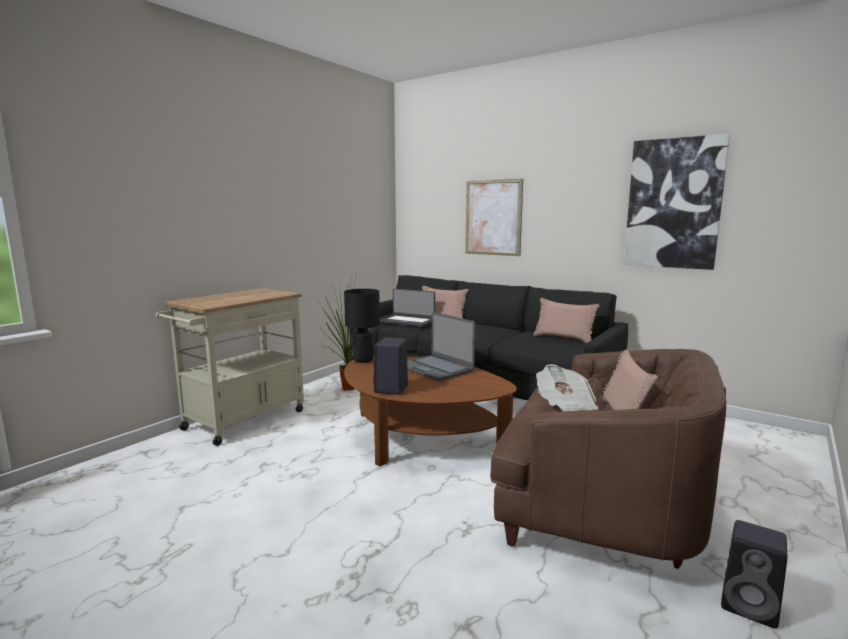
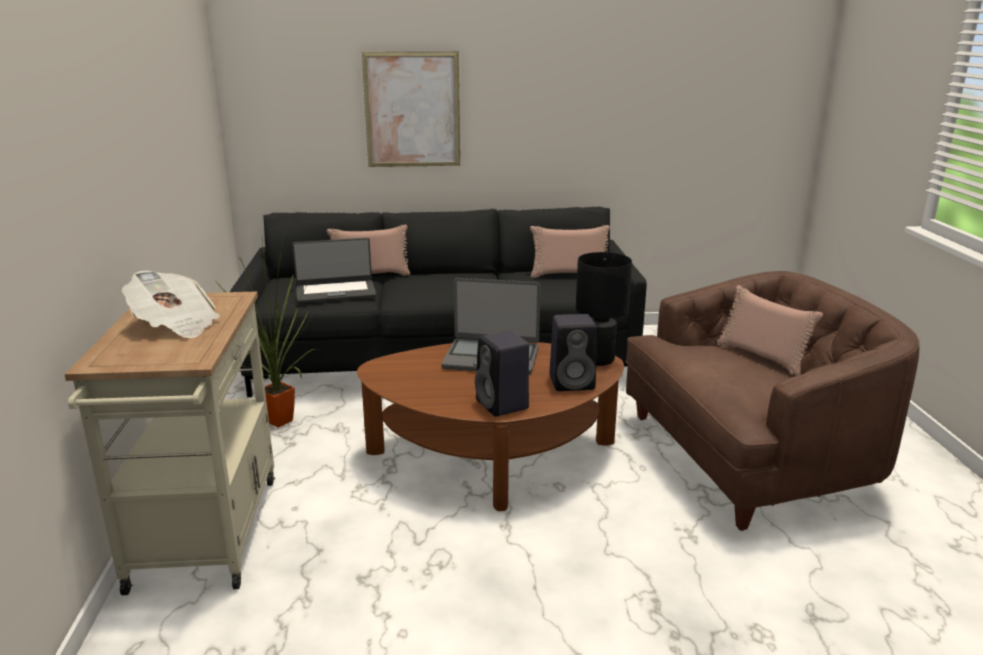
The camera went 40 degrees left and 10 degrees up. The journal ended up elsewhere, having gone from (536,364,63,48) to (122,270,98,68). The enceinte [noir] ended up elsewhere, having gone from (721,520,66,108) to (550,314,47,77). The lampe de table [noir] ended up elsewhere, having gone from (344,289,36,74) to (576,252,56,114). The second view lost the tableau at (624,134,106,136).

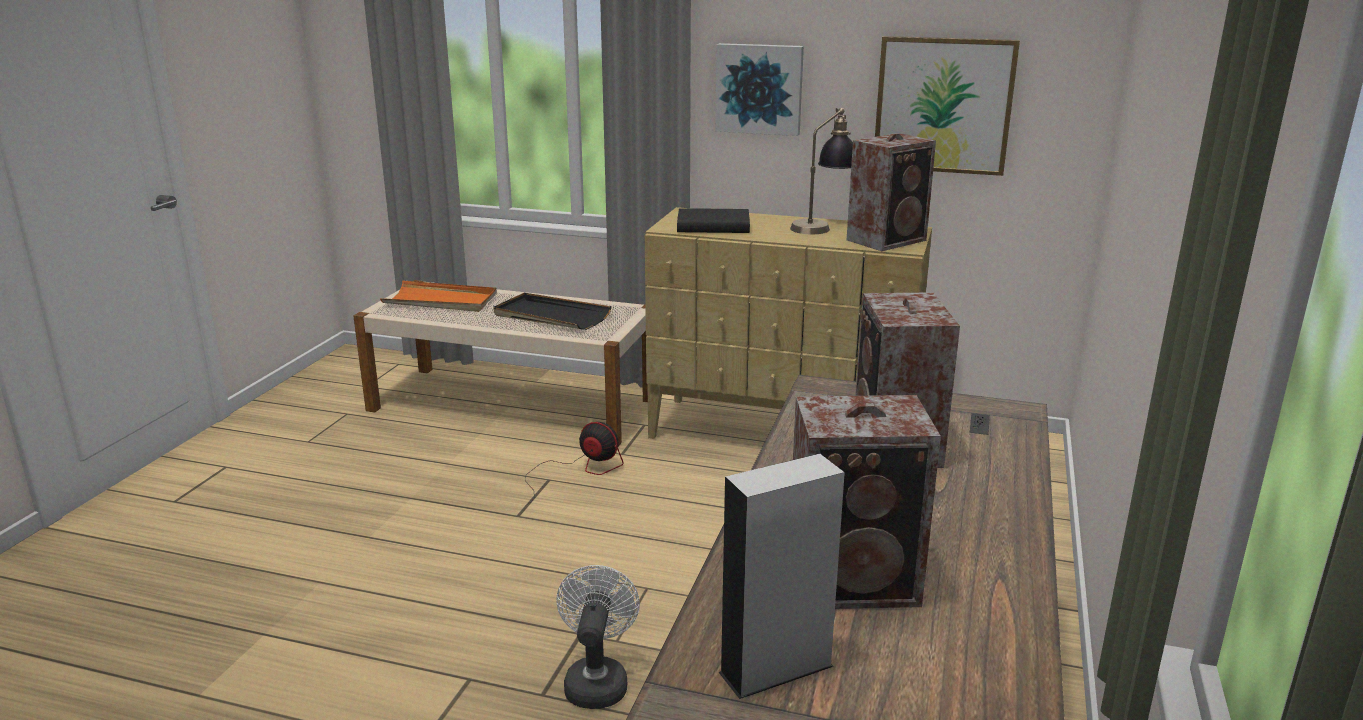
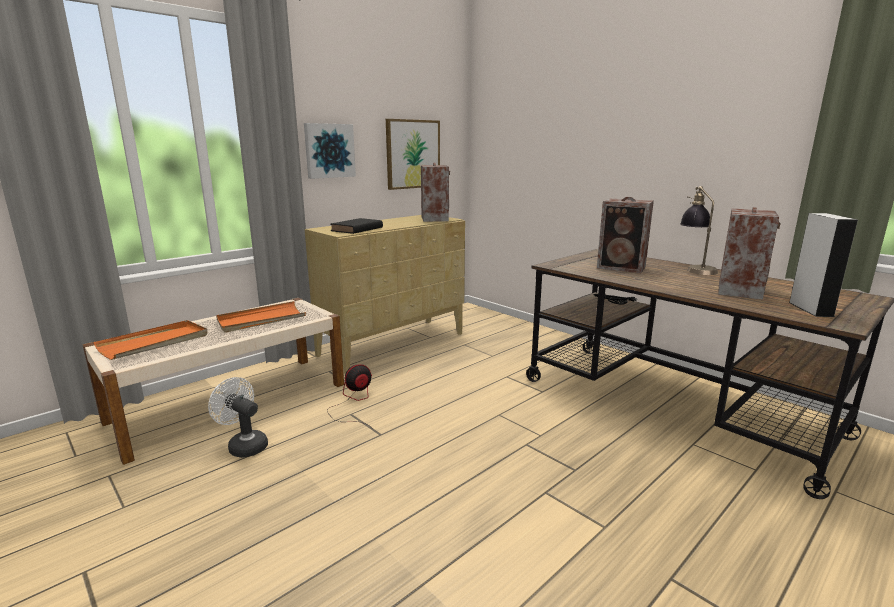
The camera went 60 degrees left and 5 degrees down. The ventilateur [blanc] ended up elsewhere, having gone from (556,565,84,144) to (208,377,60,81). What was the plateau [noir] at (493,293,119,37) turned into the plateau [orange] at (216,301,90,32). The lampe de table ended up elsewhere, having gone from (790,108,63,126) to (680,186,38,89).

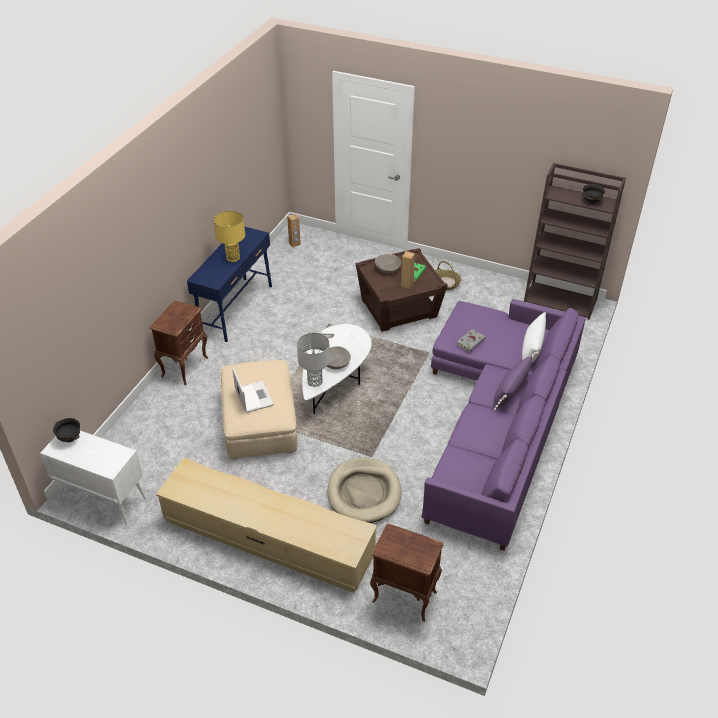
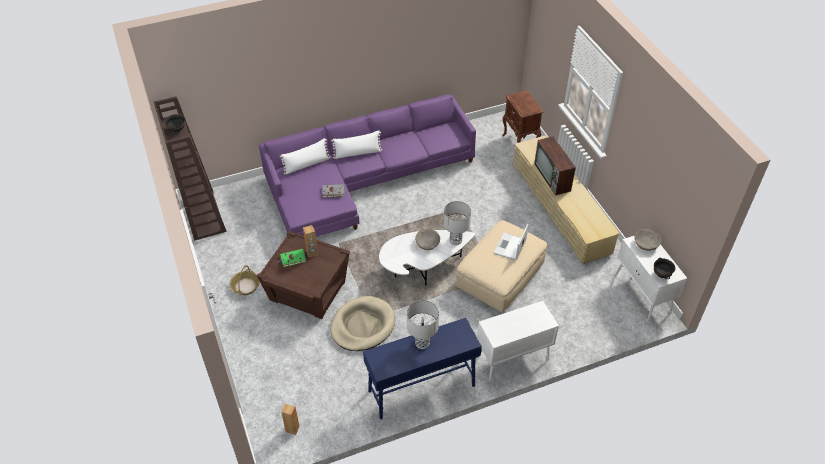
The camera went 135 degrees left and 5 degrees up. The panier pour chien [beige] ended up elsewhere, having gone from (328,458,74,65) to (330,296,65,55). What was the coussin [violet] at (493,356,40,55) turned into the coussin [blanc] at (331,130,51,29). What was the lampe de table [jaune] at (214,211,31,51) turned into the lampe de table [blanc] at (407,300,32,49). Where the table de chevet [marron] stood at (150,300,58,85), the meuble de rangement [blanc] came to stand at (477,301,82,80). The second view gained the téléviseur at (534,136,42,60). The bol [beige] ended up elsewhere, having gone from (375,254,26,20) to (634,229,27,22).

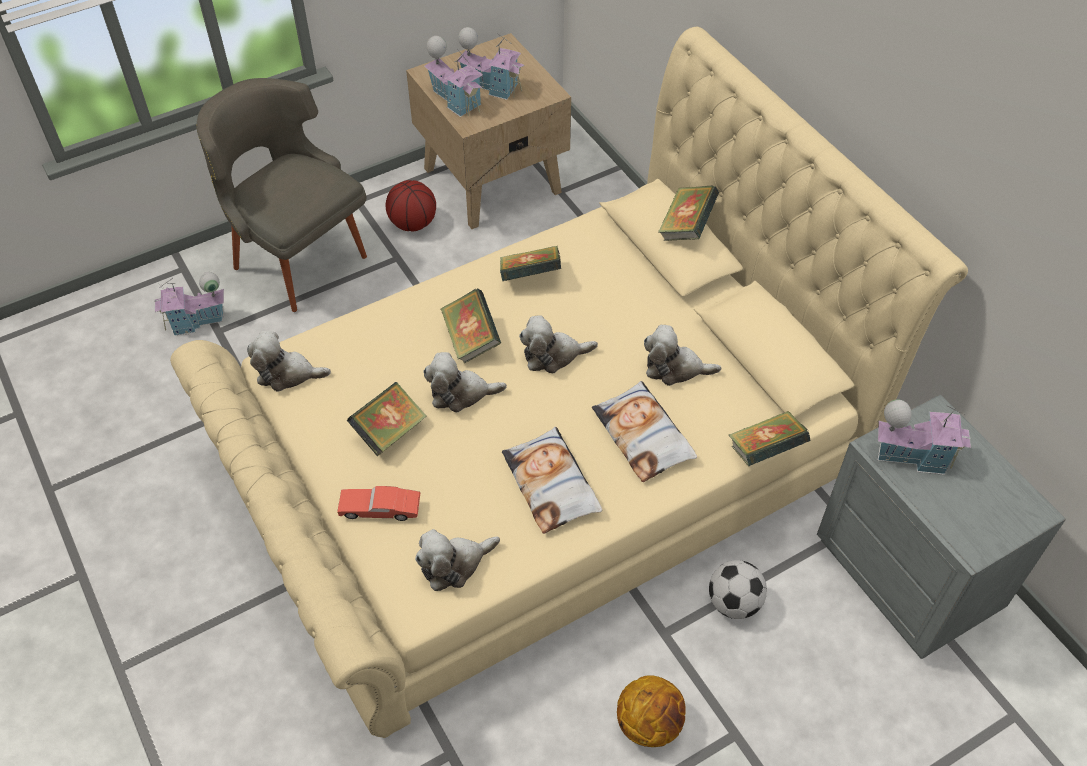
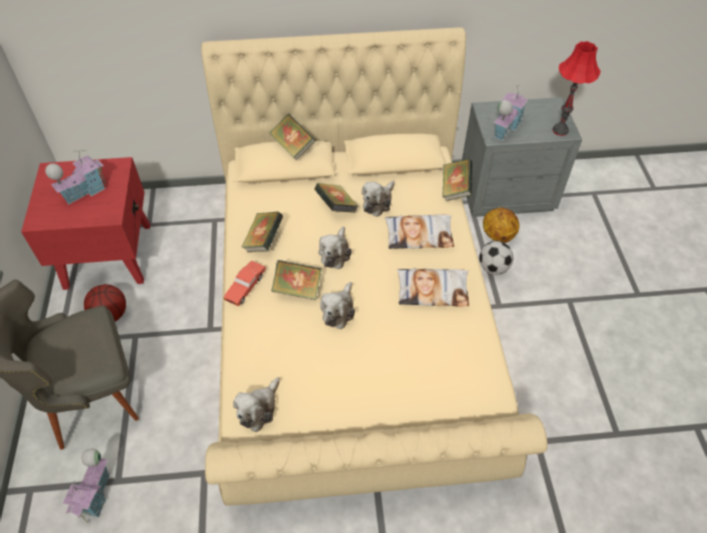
The camera went 65 degrees left and 0 degrees up. What was the table de chevet [beige] at (406,33,165,196) turned into the table de chevet [rouge] at (21,157,130,133). The petite voiture [rouge] ended up elsewhere, having gone from (337,486,83,35) to (223,261,43,45). The livre ended up elsewhere, having gone from (347,382,80,75) to (314,183,44,30). The ballon de basket ended up elsewhere, having gone from (617,675,69,72) to (483,207,36,36). The second view gained the lampe de table [rouge] at (552,41,49,95). The second view lost the peluche at (415,529,85,62). The second view lost the maison miniature at (425,36,58,81).

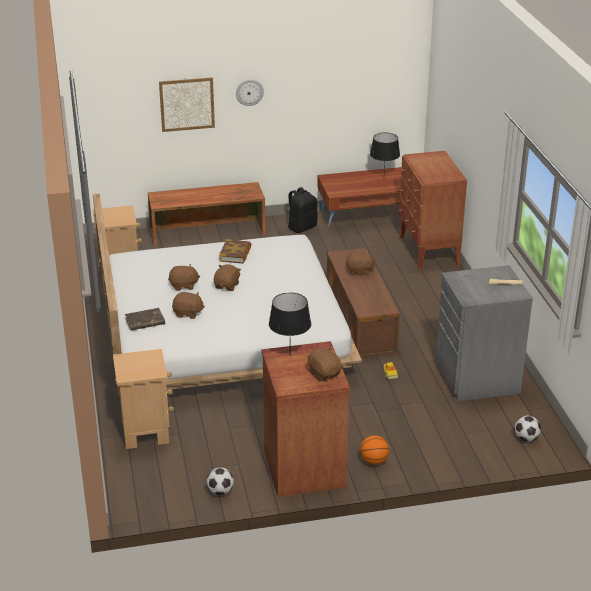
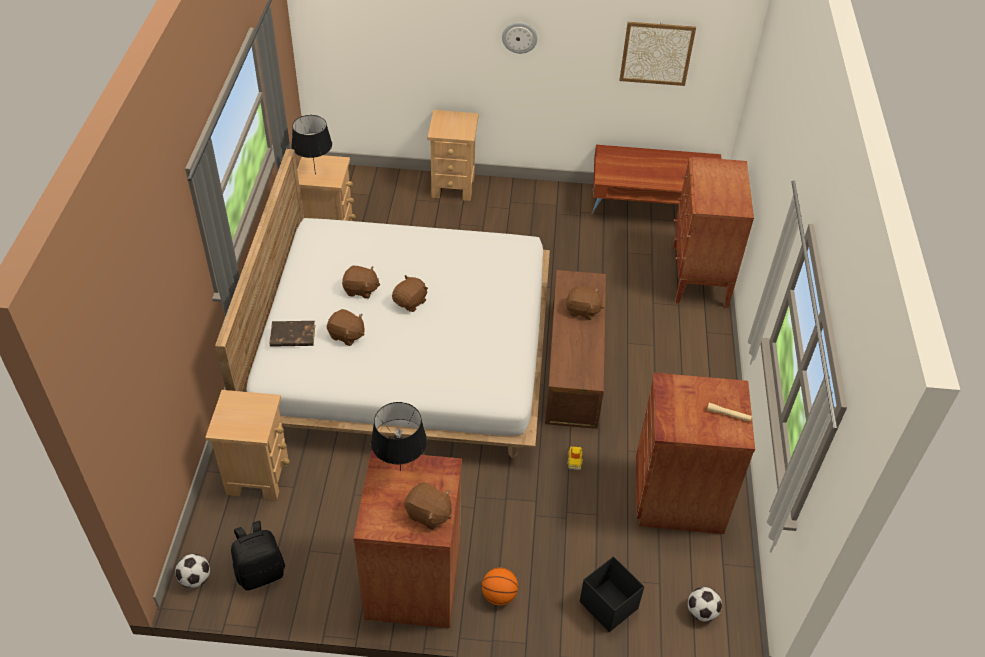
The camera went 15 degrees right and 15 degrees up. The ballon de foot ended up elsewhere, having gone from (206,468,28,27) to (175,554,35,34). The sac à dos [noir] ended up elsewhere, having gone from (286,187,31,46) to (231,521,54,70). The lampe de table [noir] ended up elsewhere, having gone from (370,132,30,39) to (291,115,41,59). The peluche [marron] at (306,347,36,34) ended up facing another way, 135 degrees clockwise from before. Where the banc [marron] stood at (148,182,118,64), the table de chevet [beige] came to stand at (428,110,51,91). The second view gained the boîte de rangement [noir] at (580,556,64,76). The tableau ended up elsewhere, having gone from (159,77,56,55) to (619,22,77,64). What was the commode [gris] at (436,265,97,137) turned into the commode [marron] at (636,373,119,161). The second view lost the livre at (219,239,33,25).

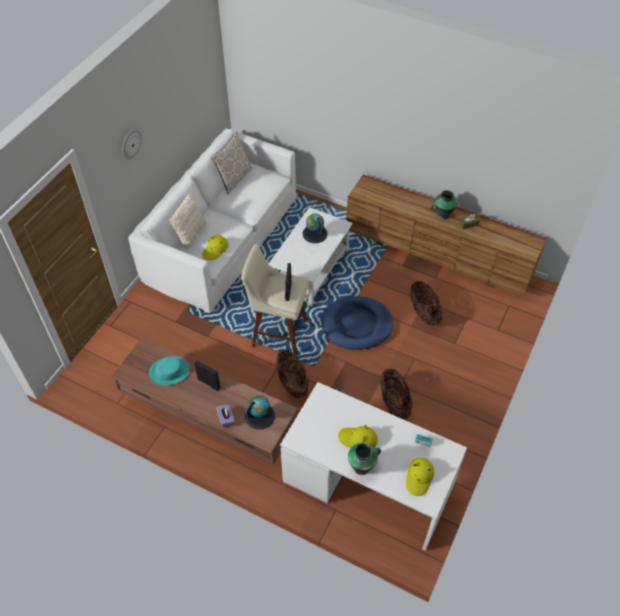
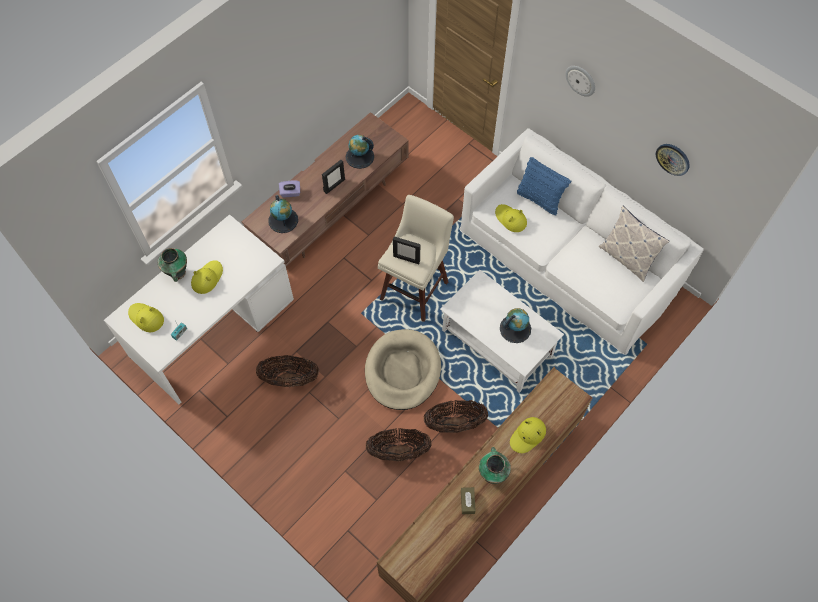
The camera went 105 degrees right and 10 degrees up. Where the chapeau [turquoise] stood at (149,356,41,30), the globe came to stand at (346,135,28,34). What was the panier pour chien [bleu] at (321,296,73,54) turned into the panier pour chien [beige] at (365,329,76,81). The panier ended up elsewhere, having gone from (276,350,33,49) to (424,400,64,33). The second view gained the chapeau [jaune] at (510,417,36,36). What was the coussin [beige] at (169,194,37,56) turned into the coussin [bleu] at (517,157,54,58). The second view gained the horloge murale at (656,144,34,32).

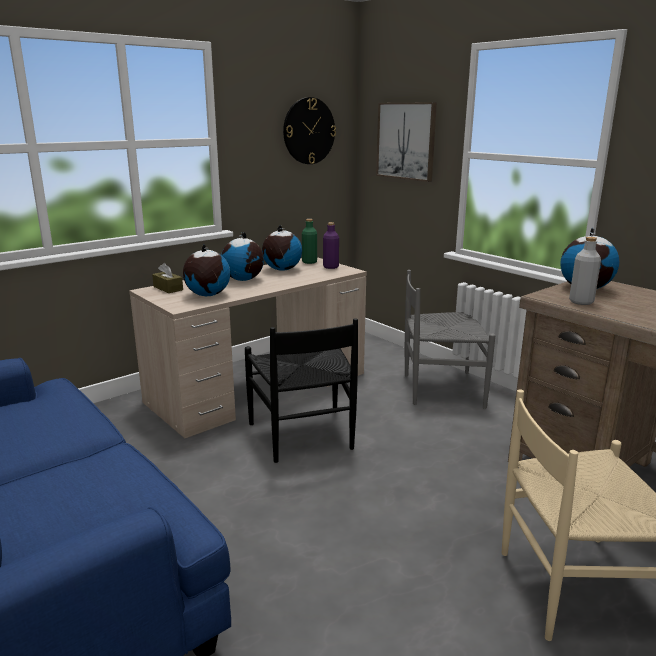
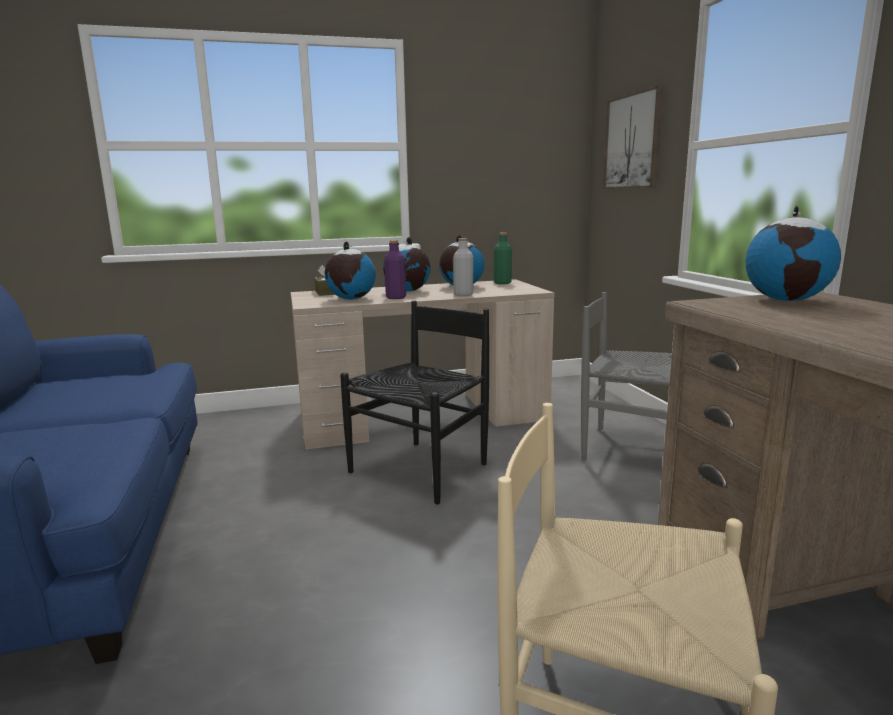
The camera went 25 degrees right and 5 degrees down. The chaise [noir] at (245,318,113,145) ended up facing another way, 150 degrees counterclockwise from before. The bouteille [violet] ended up elsewhere, having gone from (323,222,16,47) to (384,240,22,59). The bouteille [gris] ended up elsewhere, having gone from (569,237,32,68) to (453,238,20,58). The second view lost the horloge murale at (283,97,53,67).

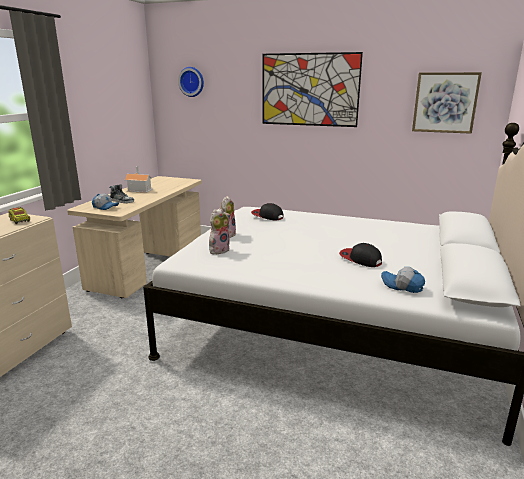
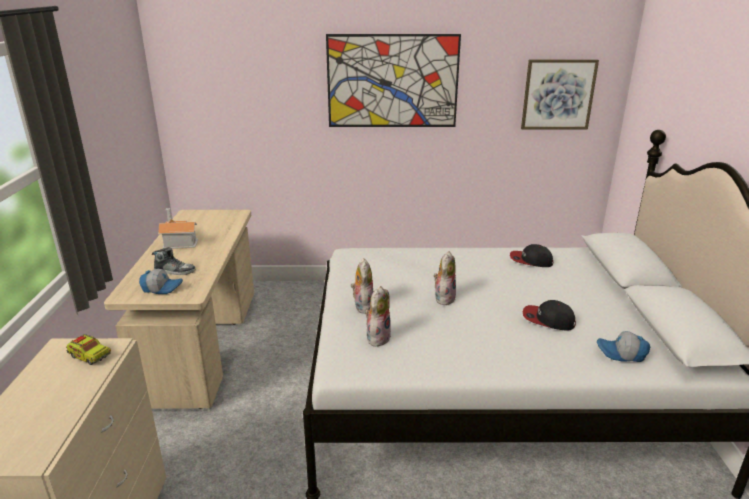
The camera went 20 degrees left and 5 degrees up. The second view gained the peluche at (434,251,22,54). The casquette ended up elsewhere, having gone from (251,203,33,18) to (510,244,43,23). The second view lost the horloge murale at (178,67,26,30).

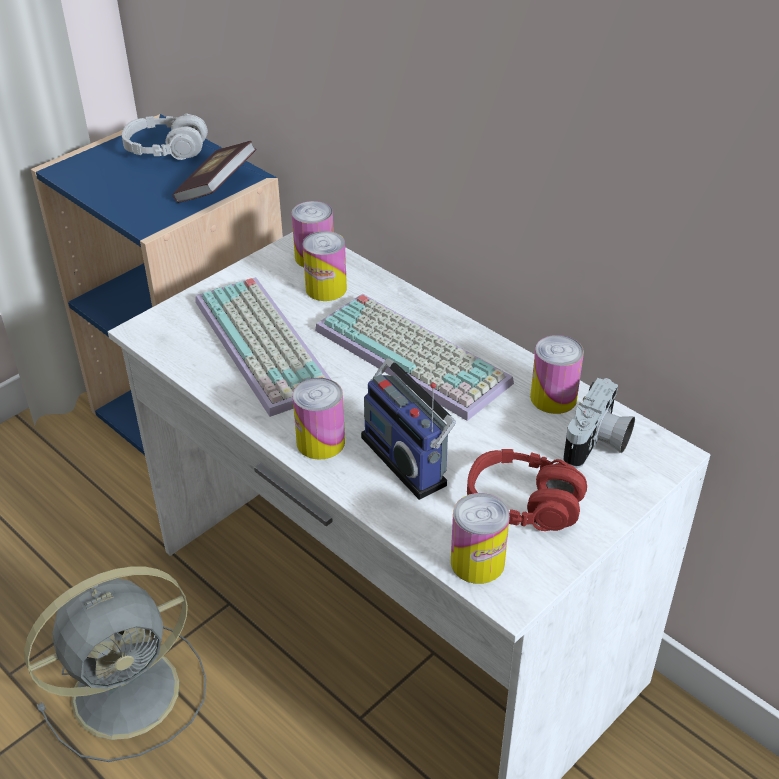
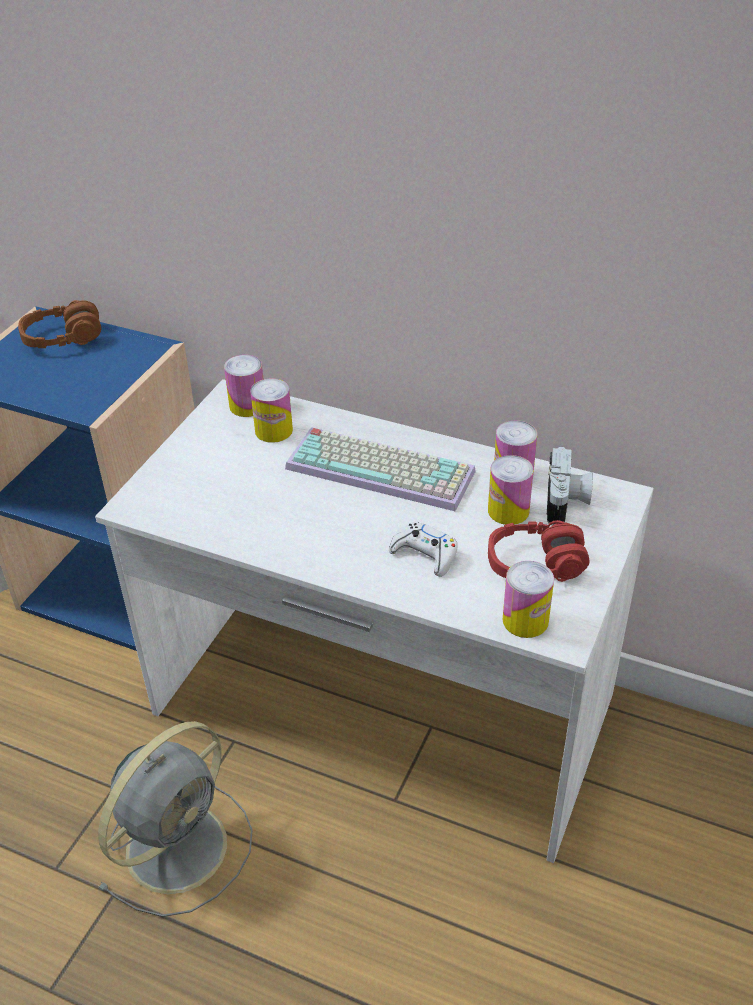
The camera went 20 degrees left and 0 degrees up. What was the casque audio [gris] at (122,114,86,46) turned into the casque audio [marron] at (18,300,84,48). Where the radio stood at (361,358,95,142), the manette [blanc] came to stand at (389,522,69,55). The boîte métallique ended up elsewhere, having gone from (293,378,52,82) to (488,455,46,70). The second view lost the livre at (173,141,83,62). The second view lost the clavier at (195,277,136,140).

